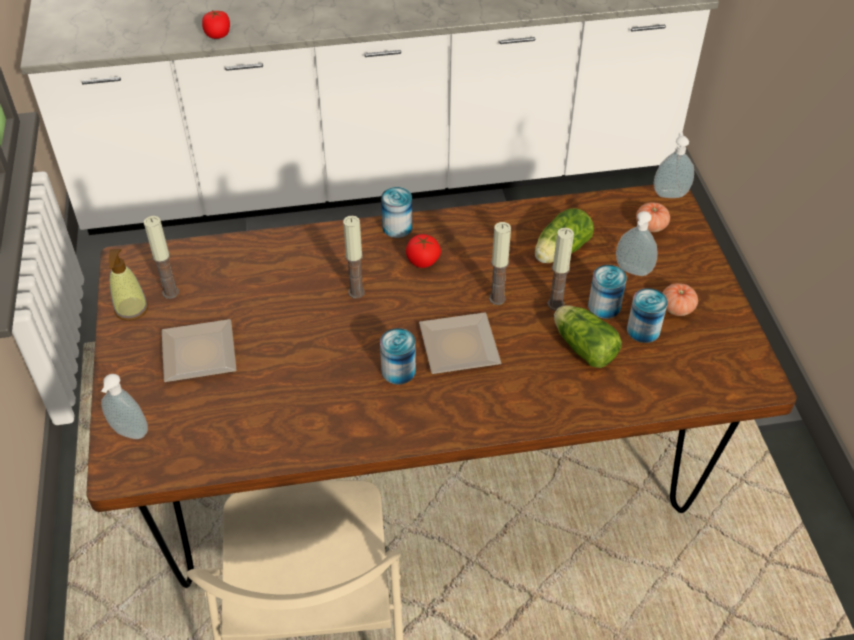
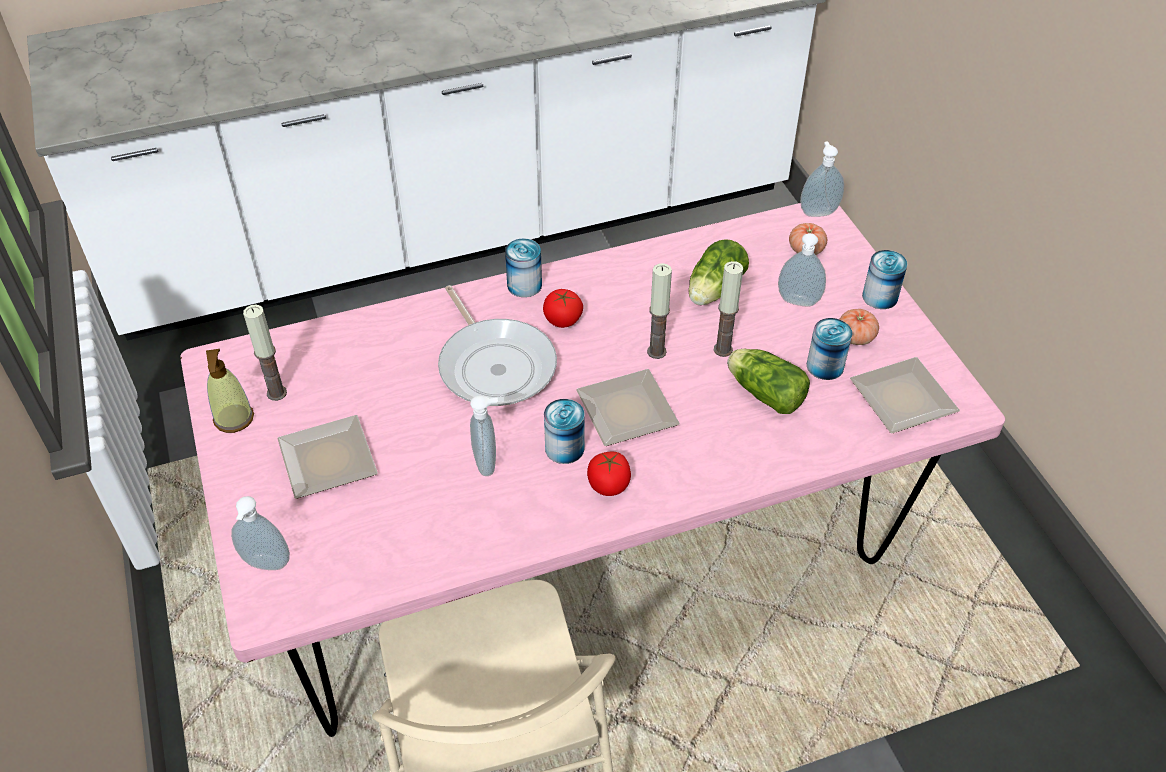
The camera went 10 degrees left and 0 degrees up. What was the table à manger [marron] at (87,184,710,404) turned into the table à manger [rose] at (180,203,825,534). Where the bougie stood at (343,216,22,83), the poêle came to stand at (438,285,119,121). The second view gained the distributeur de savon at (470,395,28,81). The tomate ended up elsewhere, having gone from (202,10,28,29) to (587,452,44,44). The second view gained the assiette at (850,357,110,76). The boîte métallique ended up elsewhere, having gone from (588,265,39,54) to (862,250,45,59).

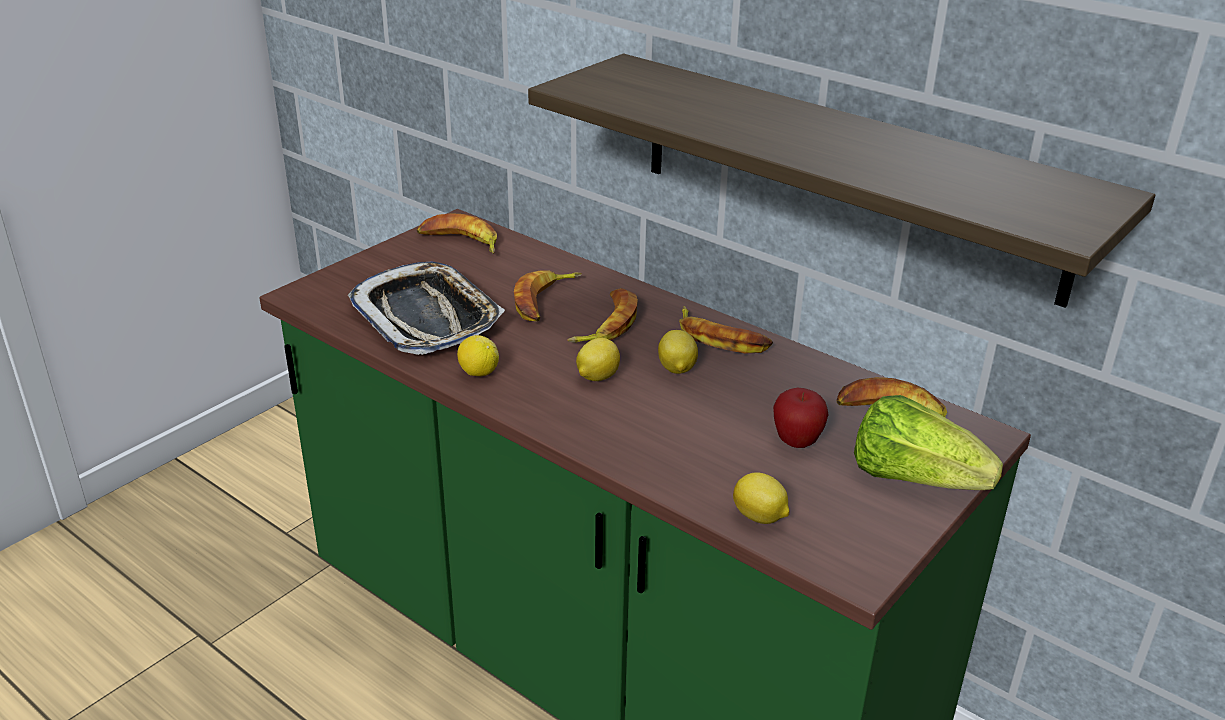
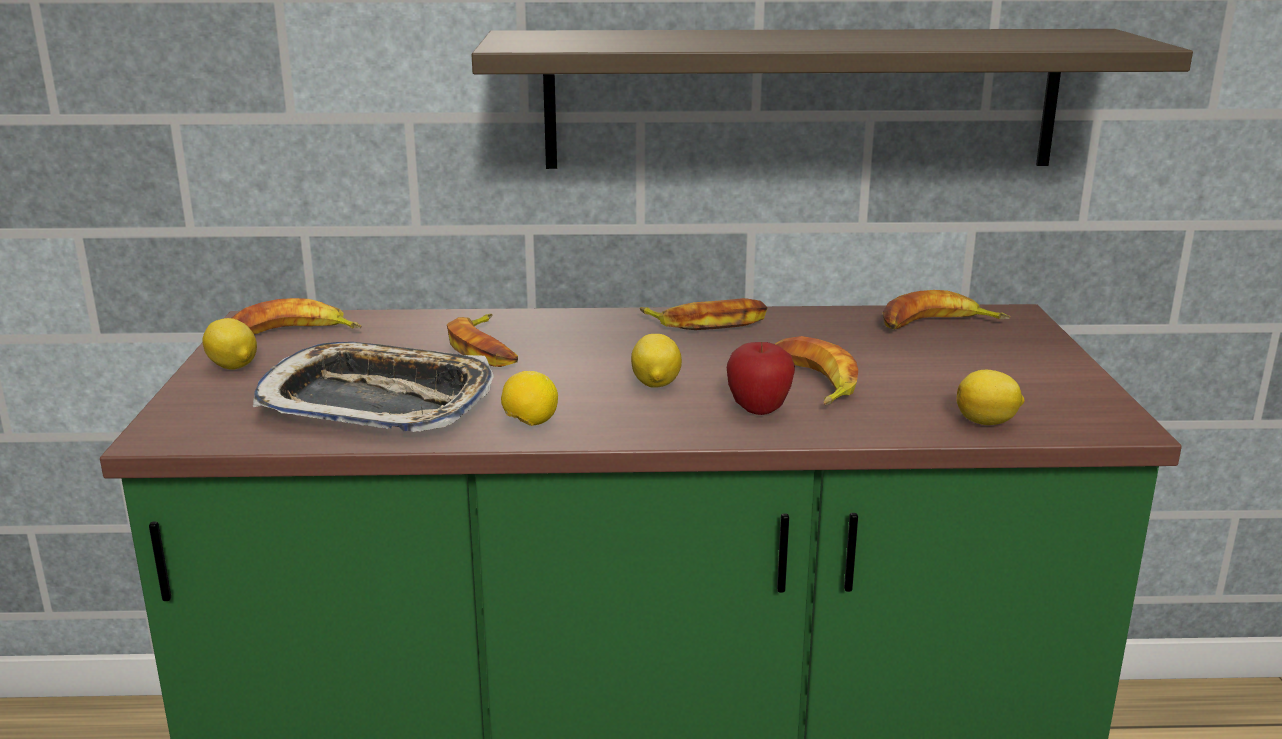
The camera went 40 degrees left and 10 degrees down. The citron ended up elsewhere, having gone from (658,330,40,44) to (202,318,55,52). The pomme ended up elsewhere, having gone from (773,388,56,60) to (727,342,68,73). The banane ended up elsewhere, having gone from (567,288,71,55) to (775,336,83,69). The second view lost the laitue at (854,395,149,95).

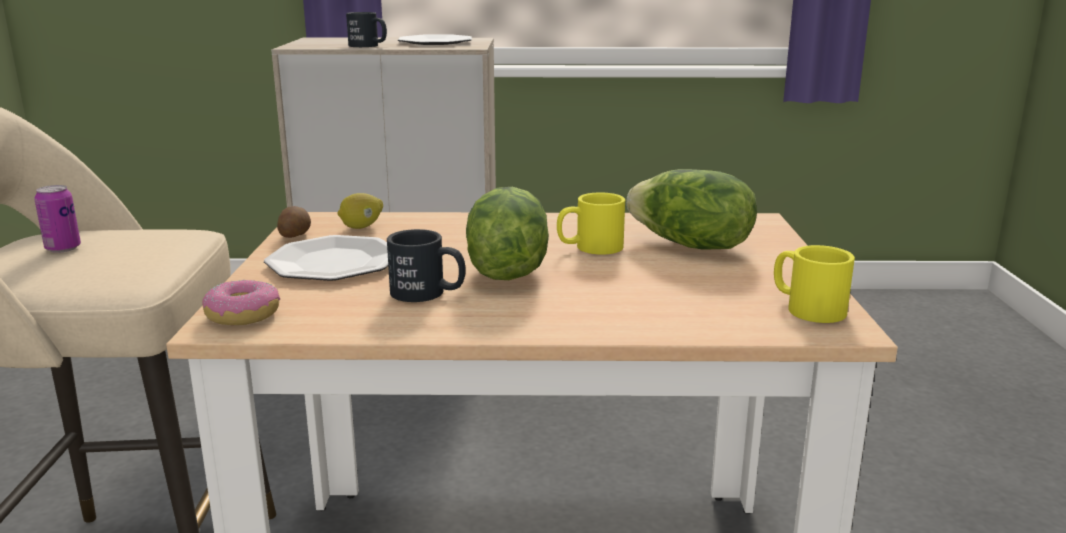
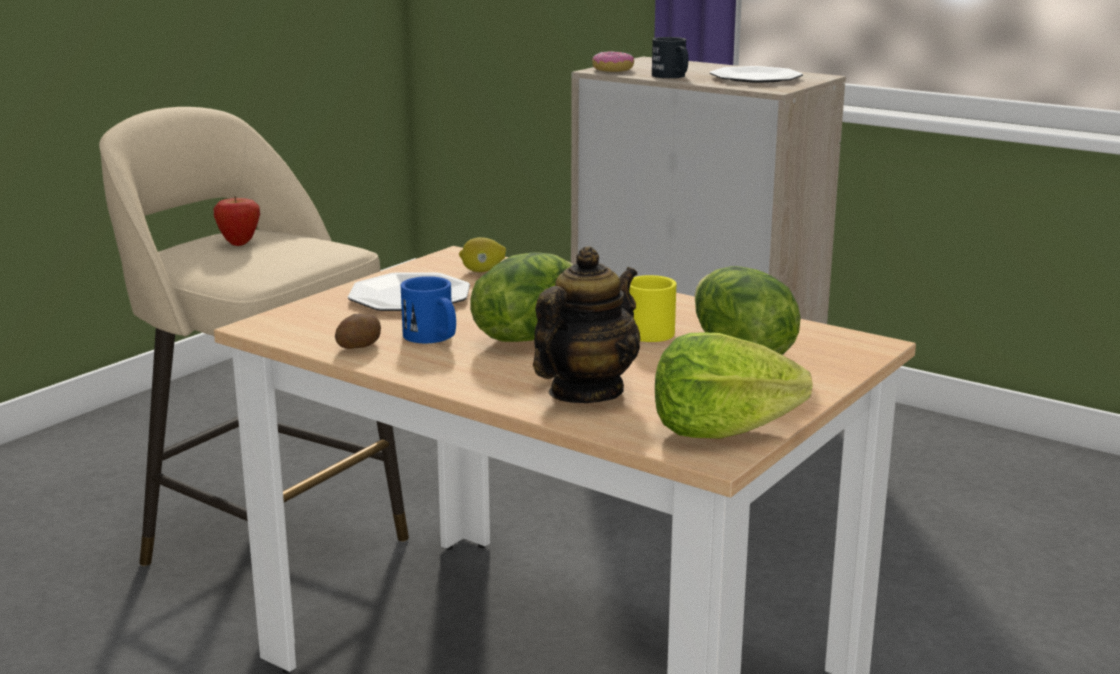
The camera went 35 degrees right and 0 degrees up. Where the boîte métallique stood at (34,185,47,68), the pomme came to stand at (214,196,46,50). The pomme de terre ended up elsewhere, having gone from (277,206,34,32) to (335,314,46,35). What was the mug [noir] at (387,229,79,73) turned into the mug [bleu] at (400,276,56,67). The second view gained the théière at (533,246,107,157). The beignet ended up elsewhere, having gone from (202,279,78,46) to (592,51,42,21). Where the mug [jaune] stood at (774,245,81,78), the laitue came to stand at (655,332,158,107).

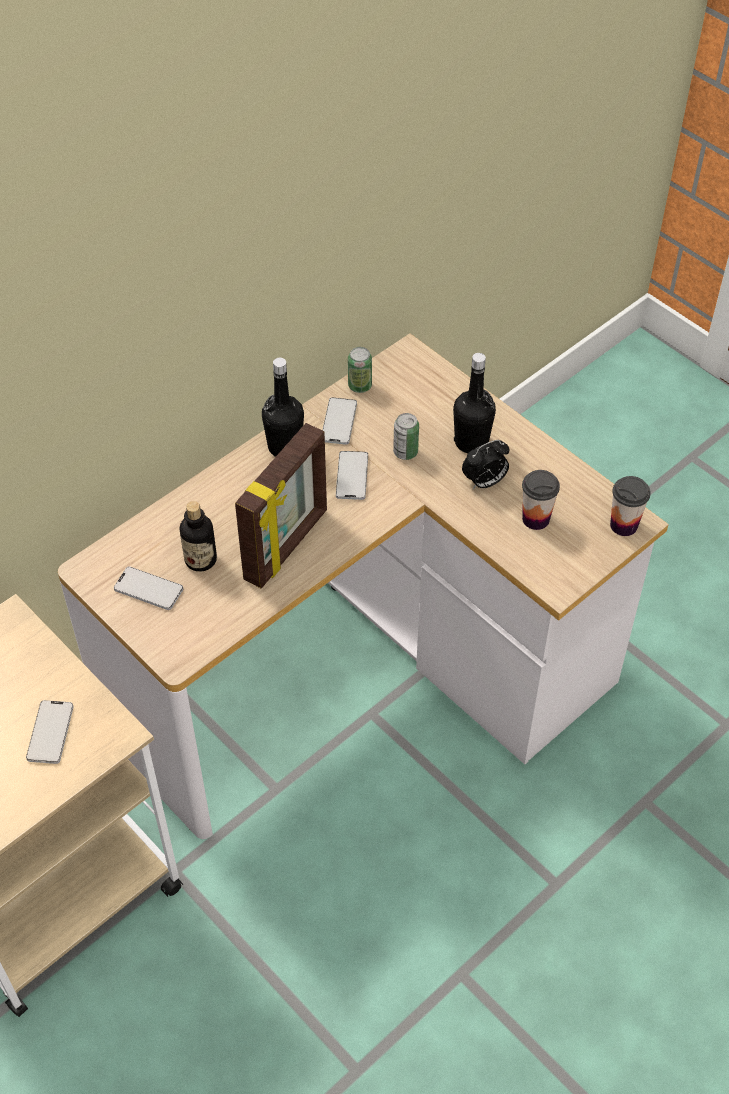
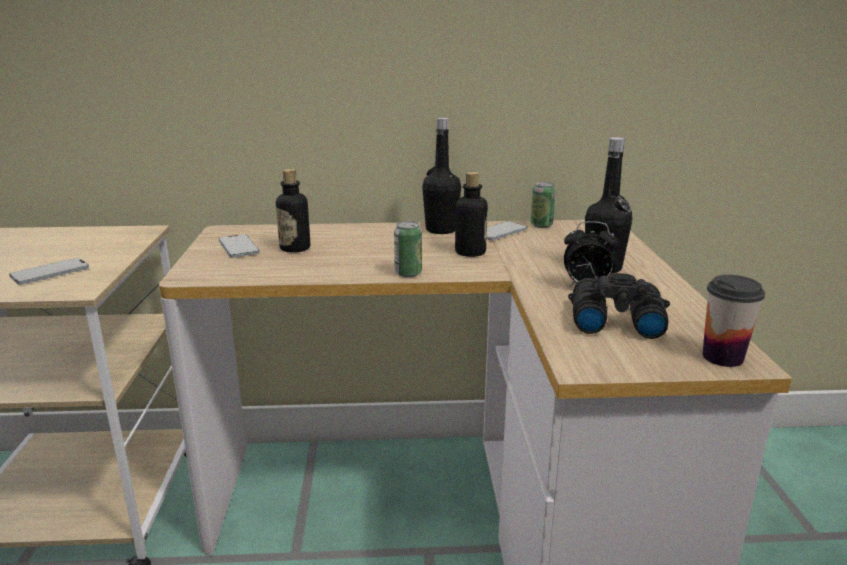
The camera went 40 degrees right and 30 degrees down. The boîte métallique ended up elsewhere, having gone from (393,413,26,47) to (394,221,28,56). Where the téléphone stood at (336,451,32,49), the bouteille came to stand at (455,172,33,85). Where the tasse stood at (522,470,38,60), the jumelles [noir] came to stand at (568,273,102,66). The second view lost the cadre photo at (235,423,92,165).

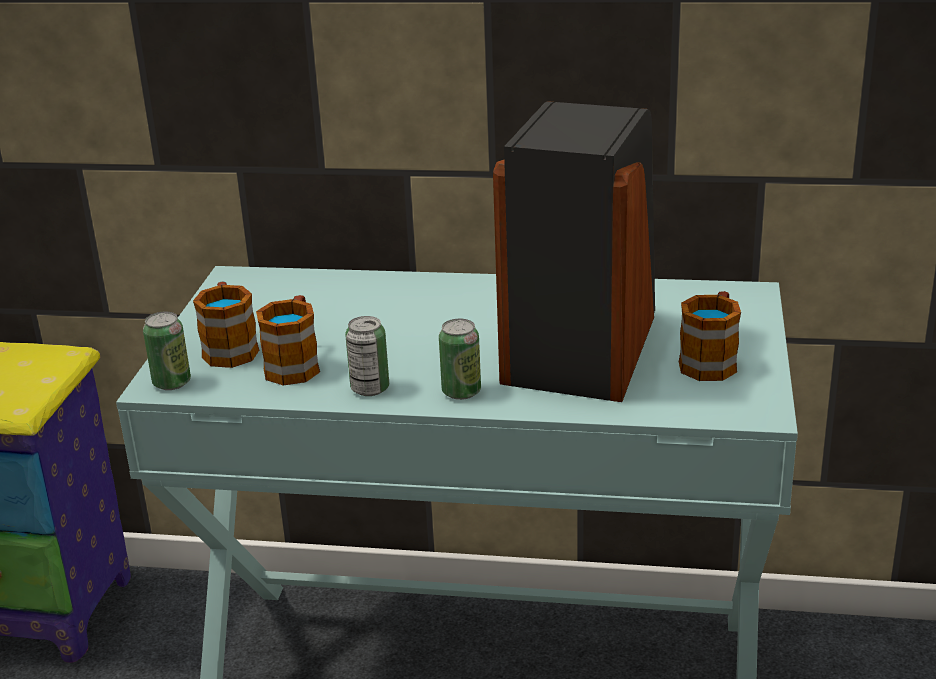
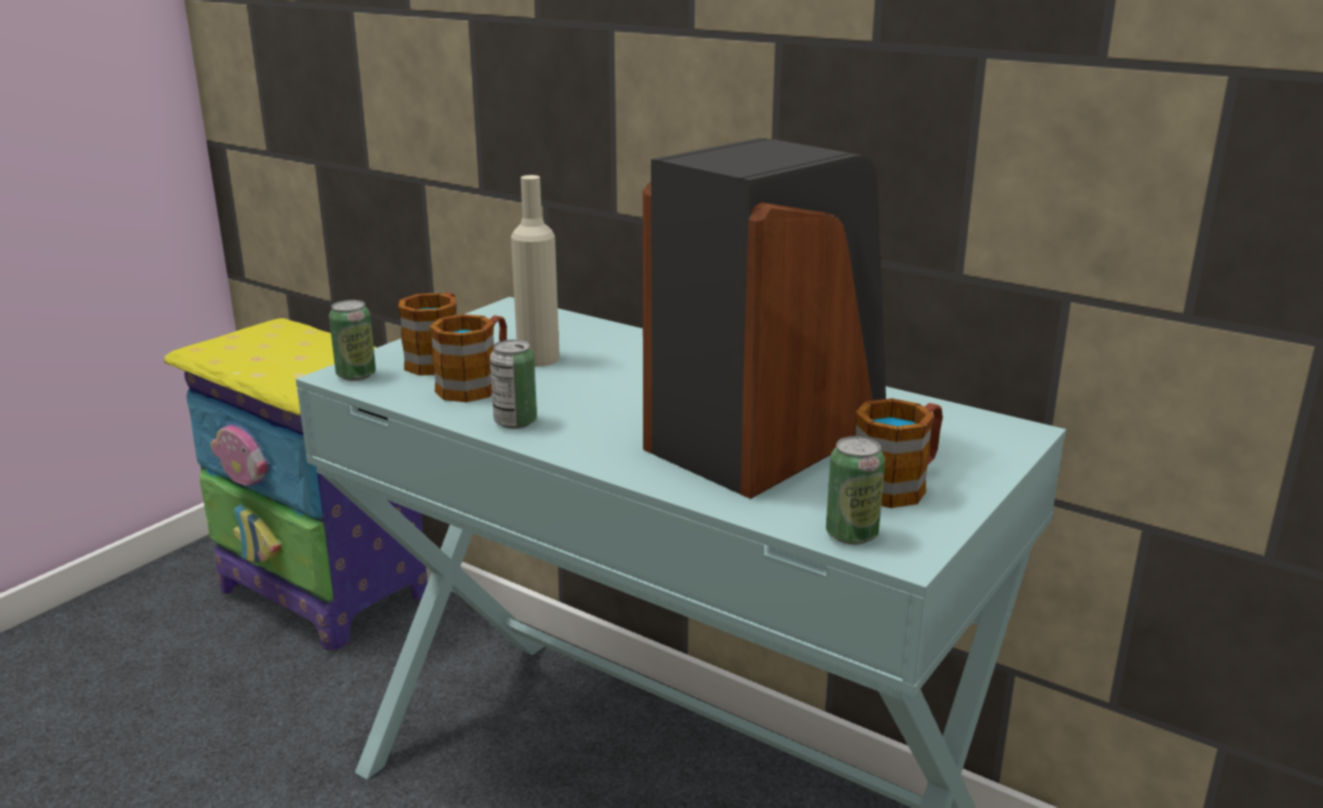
The camera went 25 degrees right and 5 degrees down. The second view gained the bouteille [beige] at (511,175,49,192). The boîte métallique ended up elsewhere, having gone from (439,319,42,81) to (826,436,59,109).

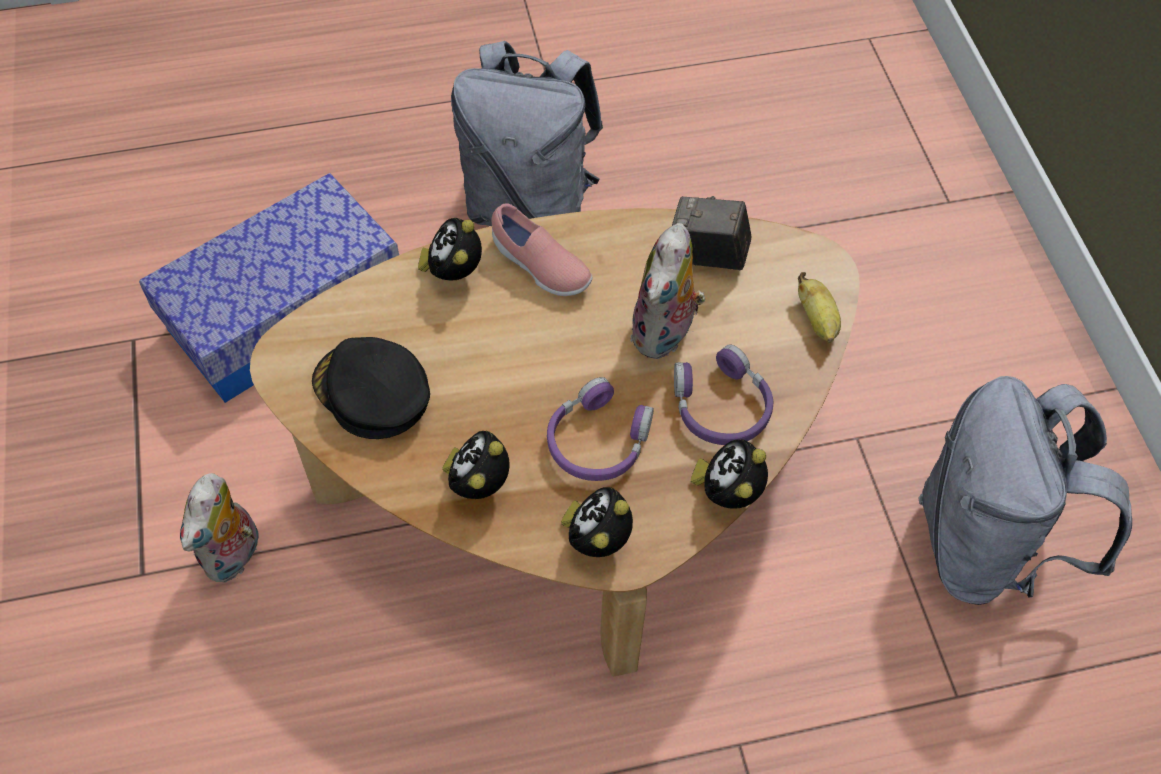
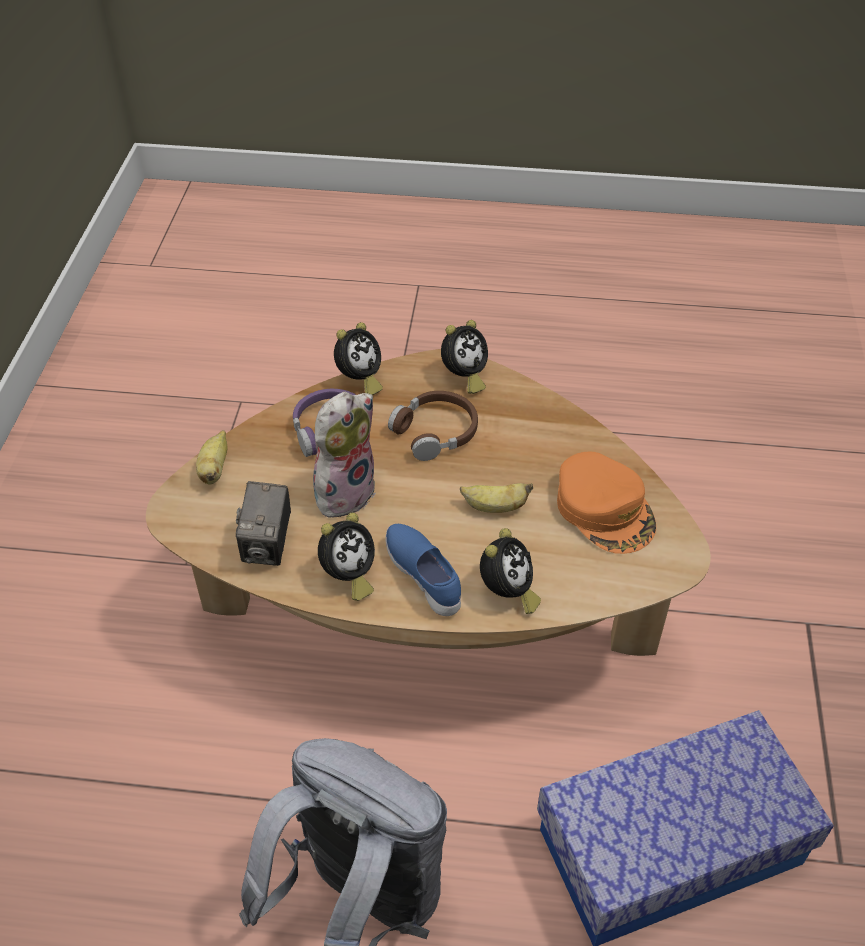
The camera went 160 degrees left and 10 degrees down. The appareil photo at (672,196,79,75) ended up facing another way, 60 degrees clockwise from before. The réveil ended up elsewhere, having gone from (442,431,67,68) to (318,512,57,89). What was the chaussure [rose] at (491,203,102,93) turned into the chaussure [bleu] at (386,524,75,92). What was the casque audio [violet] at (547,377,107,104) turned into the casque audio [marron] at (388,391,90,70). The second view gained the banane at (460,483,73,30). What was the casquette [noir] at (312,337,118,102) turned into the casquette [orange] at (557,452,99,102). The second view lost the peluche at (180,473,80,110). The second view lost the sac à dos [gris] at (918,376,214,229).

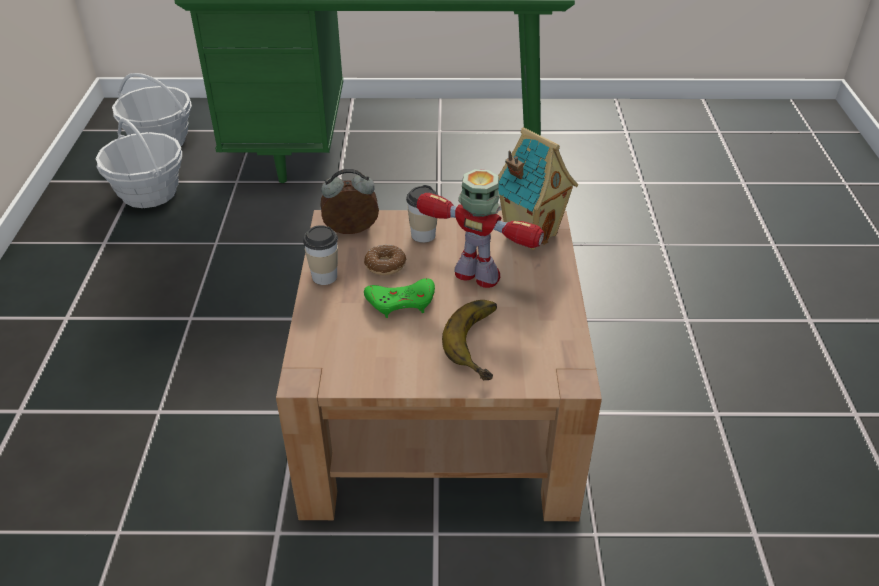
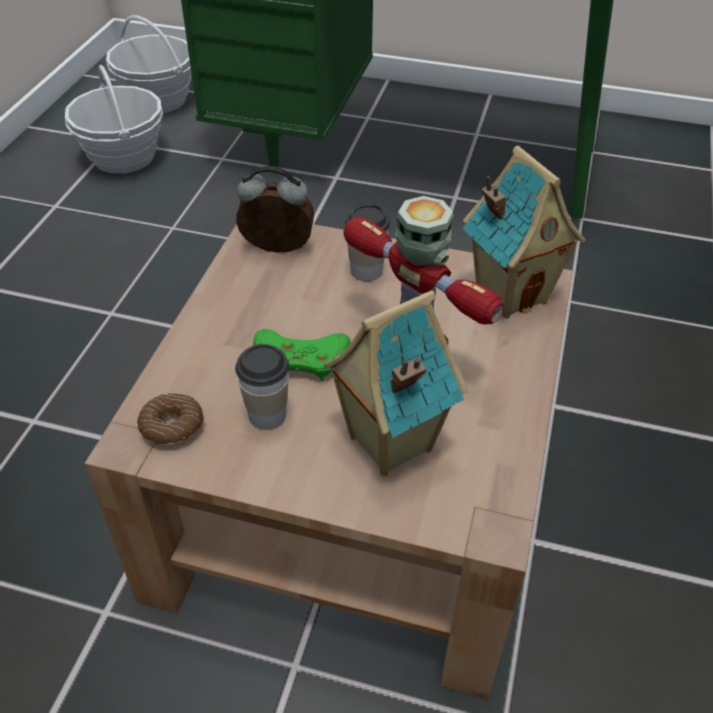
The camera went 15 degrees right and 5 degrees up. The beignet ended up elsewhere, having gone from (364,245,42,30) to (137,393,67,54). The tasse ended up elsewhere, having gone from (303,225,35,60) to (235,344,54,86). Where the banane stood at (442,300,55,80), the maison miniature came to stand at (323,290,145,186).

